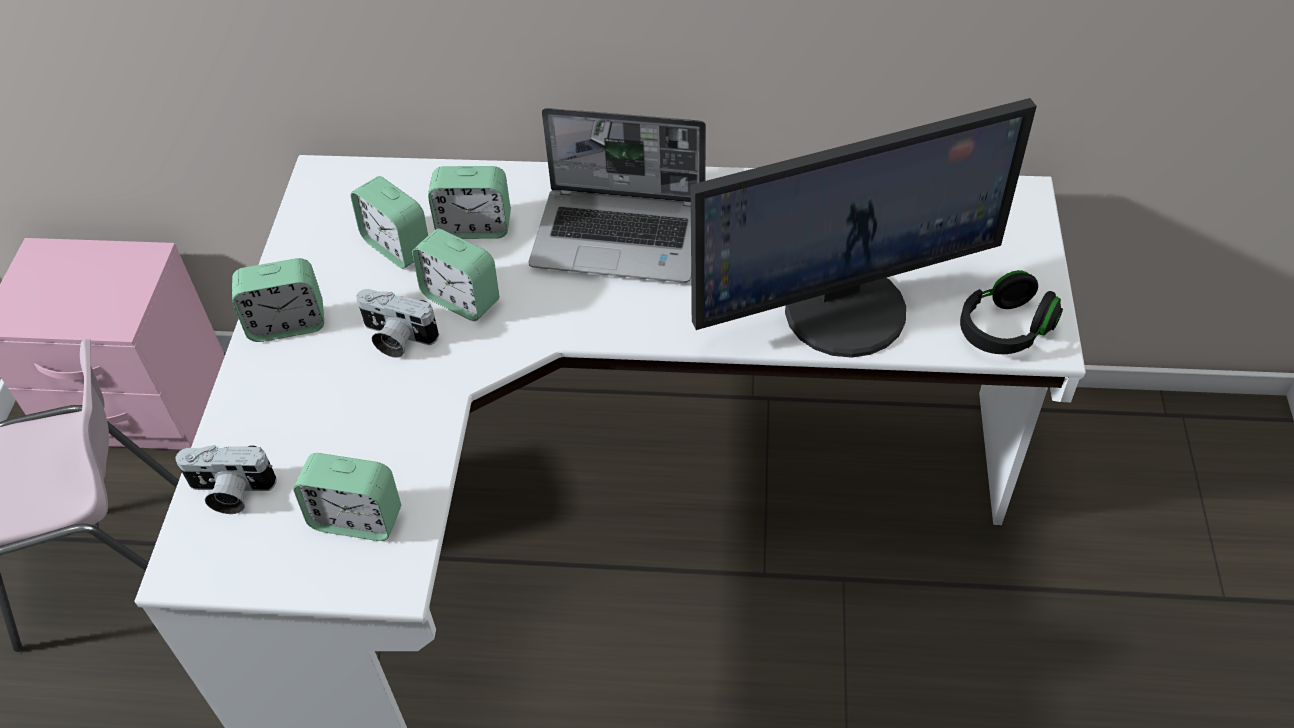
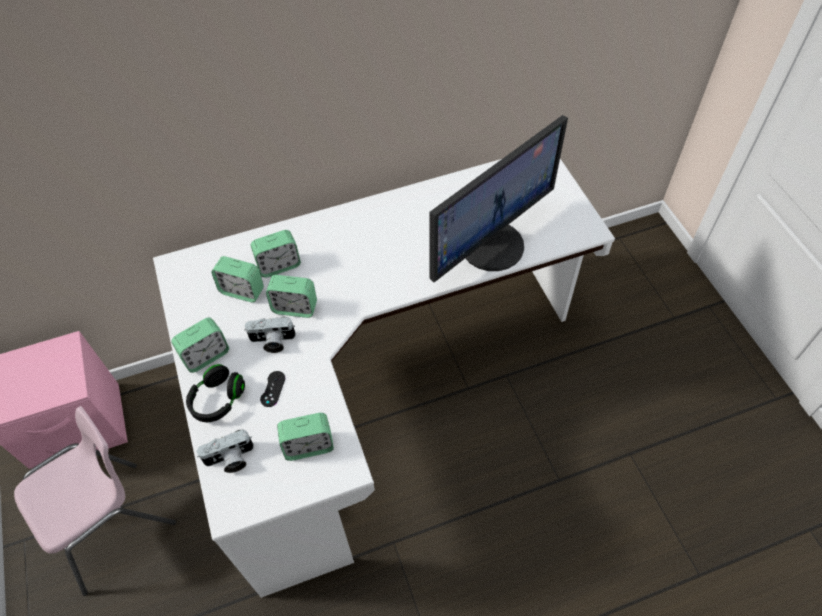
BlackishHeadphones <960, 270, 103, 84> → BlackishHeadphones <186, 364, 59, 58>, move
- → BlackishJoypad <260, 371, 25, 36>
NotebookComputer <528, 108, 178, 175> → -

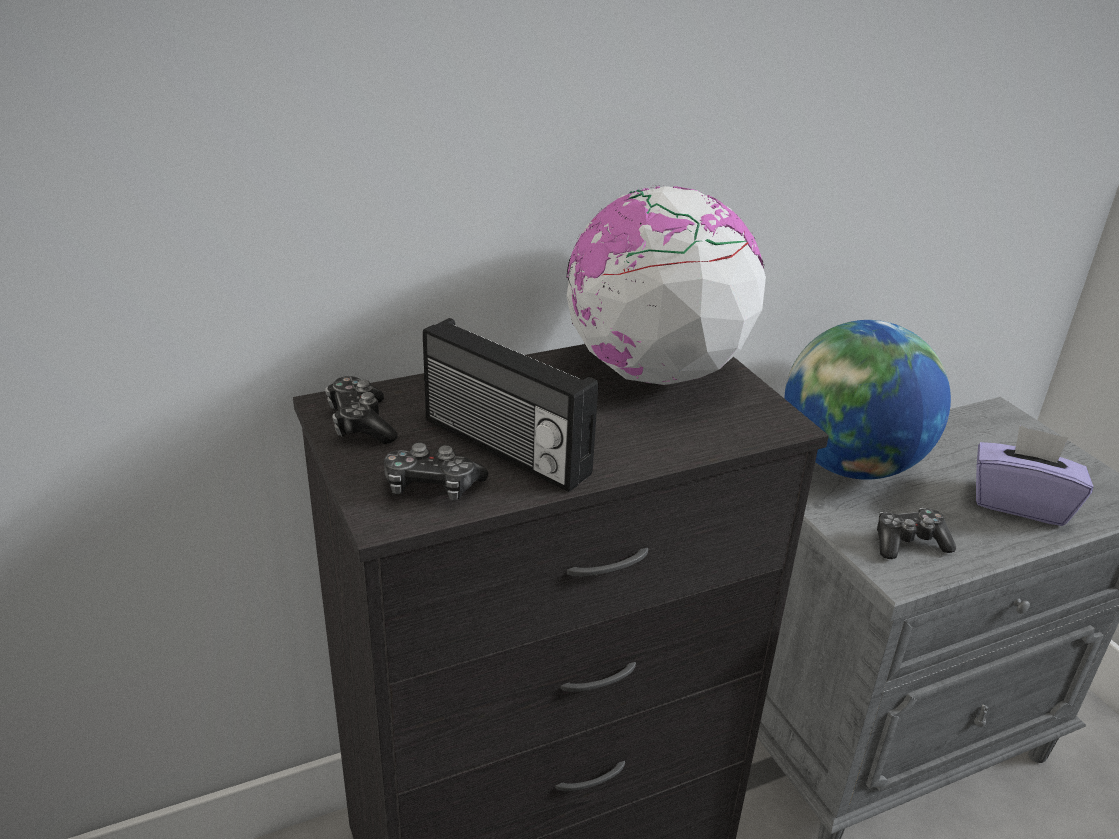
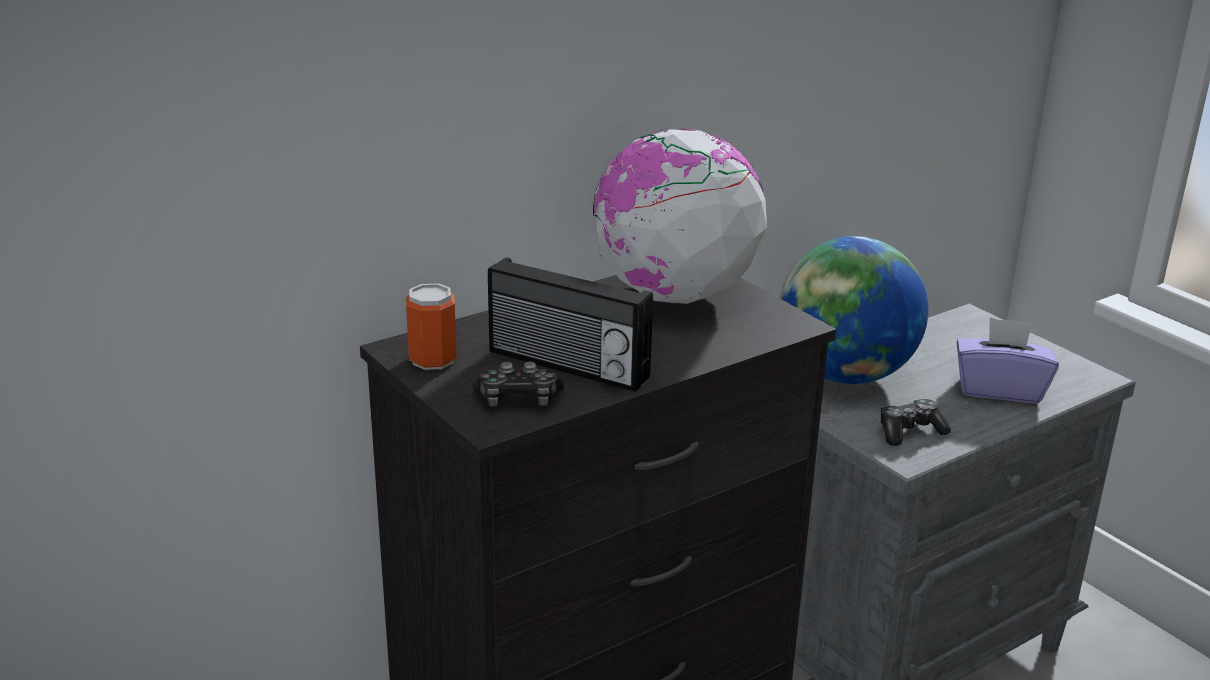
Joypad <325, 376, 73, 68> → SealedCan <406, 283, 51, 87>

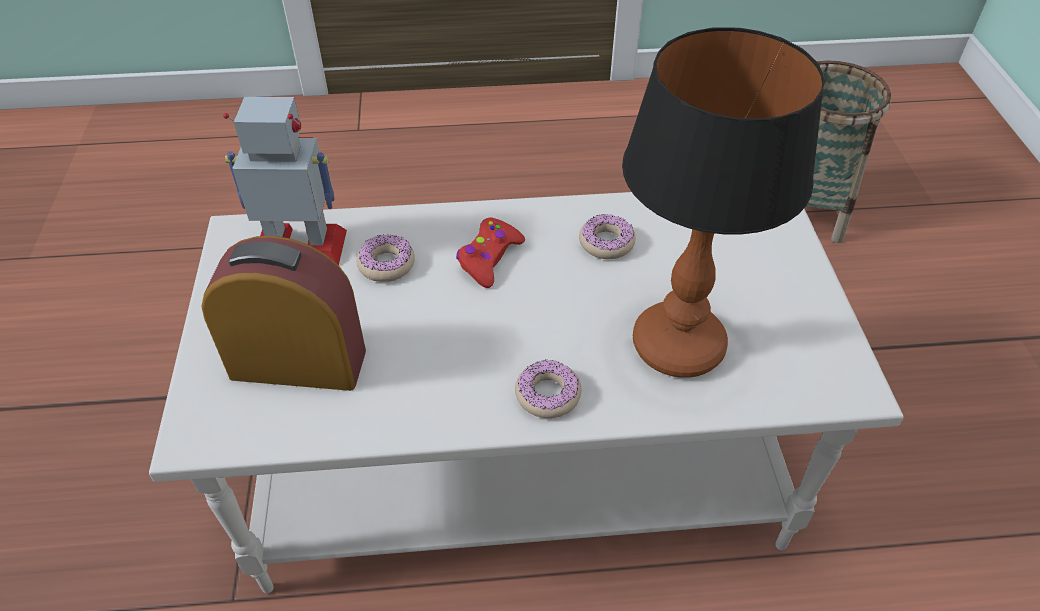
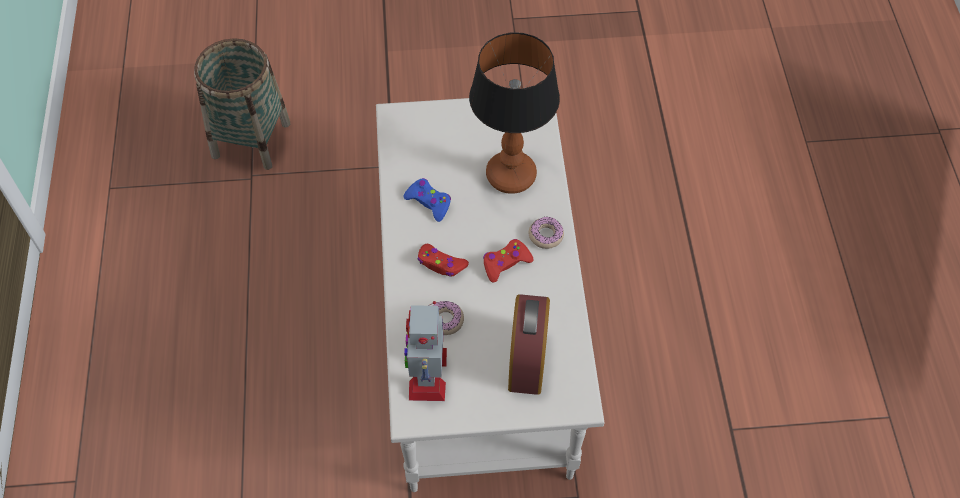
Doughnut <579, 214, 56, 45> → BlueJoypad <403, 178, 48, 44>
- → RedColouredJoypad <483, 239, 51, 44>

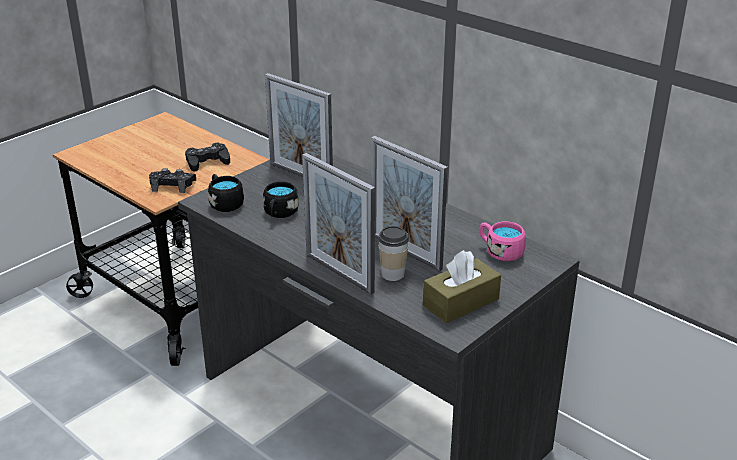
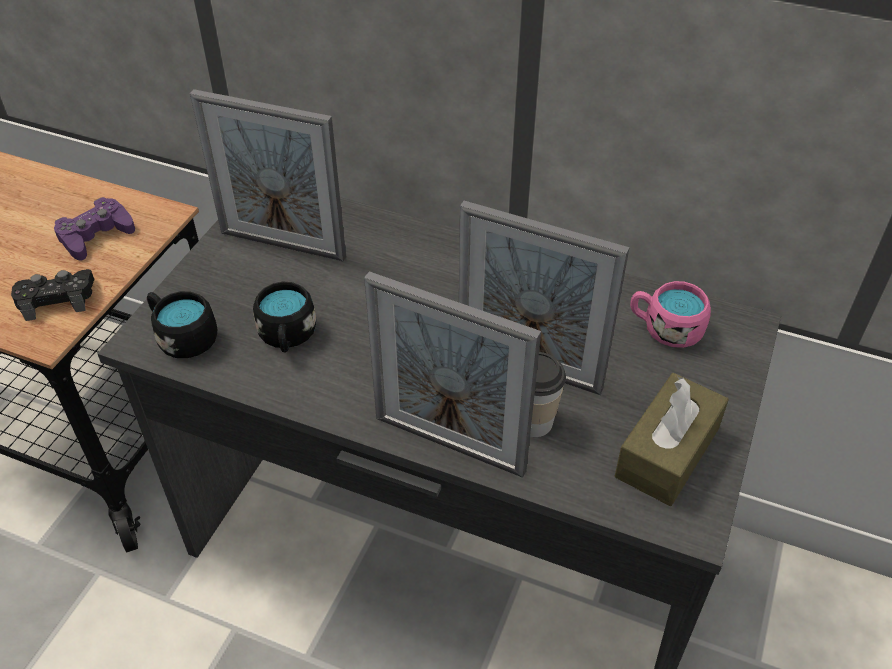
BlackishJoypad <185, 143, 45, 29> → PurpleJoypad <54, 197, 81, 64>

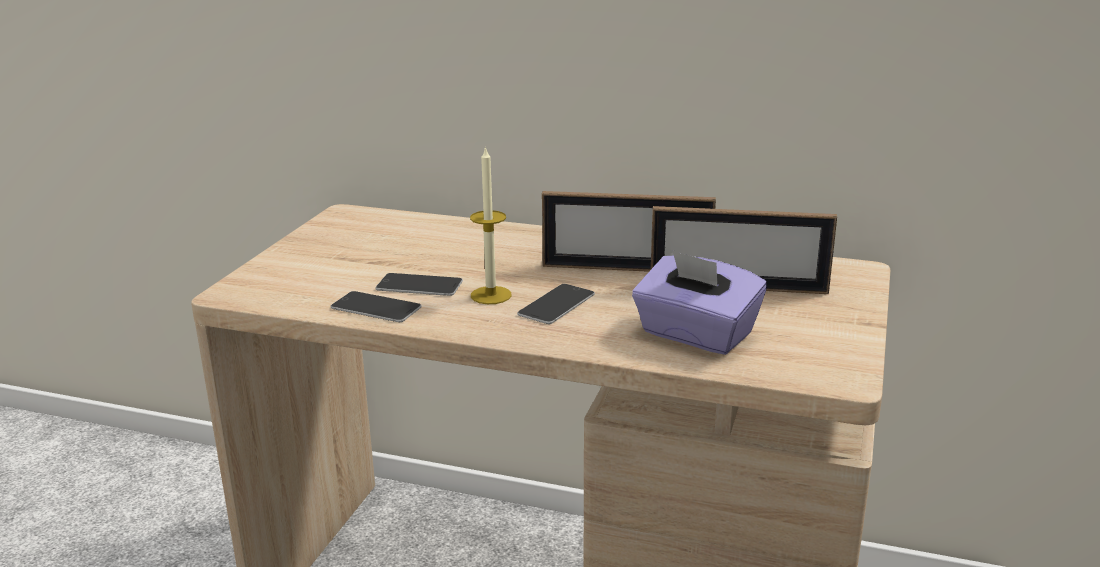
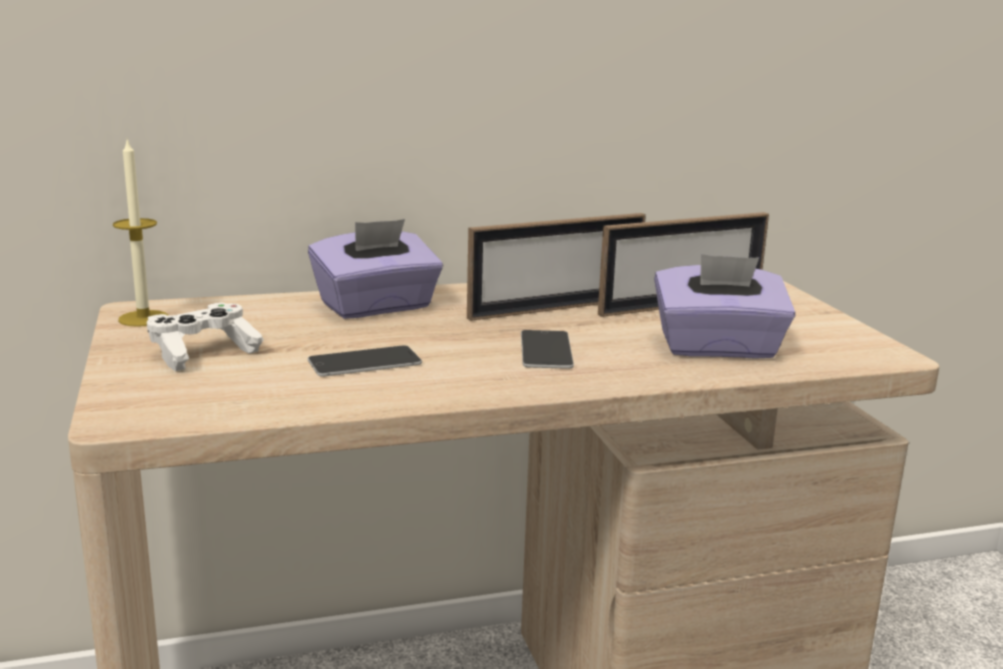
Candle <470, 146, 42, 158> → Candle <113, 139, 55, 188>, move
- → WhitishJoypad <147, 302, 117, 69>
- → PurpleTissueHolder <308, 219, 135, 100>
Phone <331, 291, 91, 31> → -

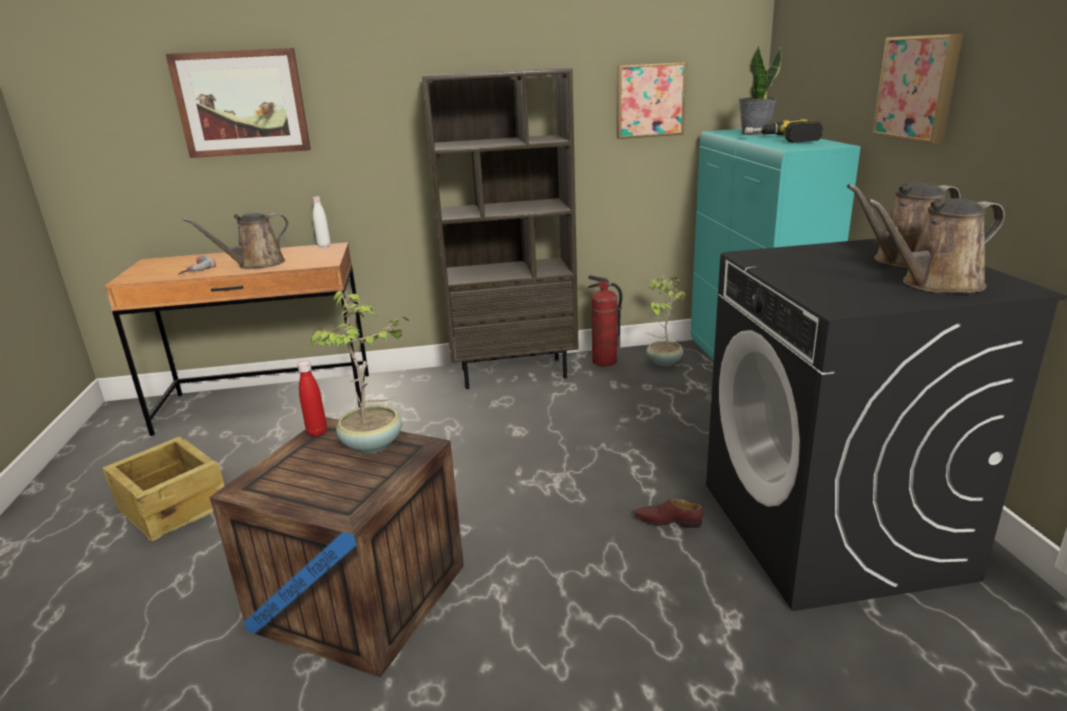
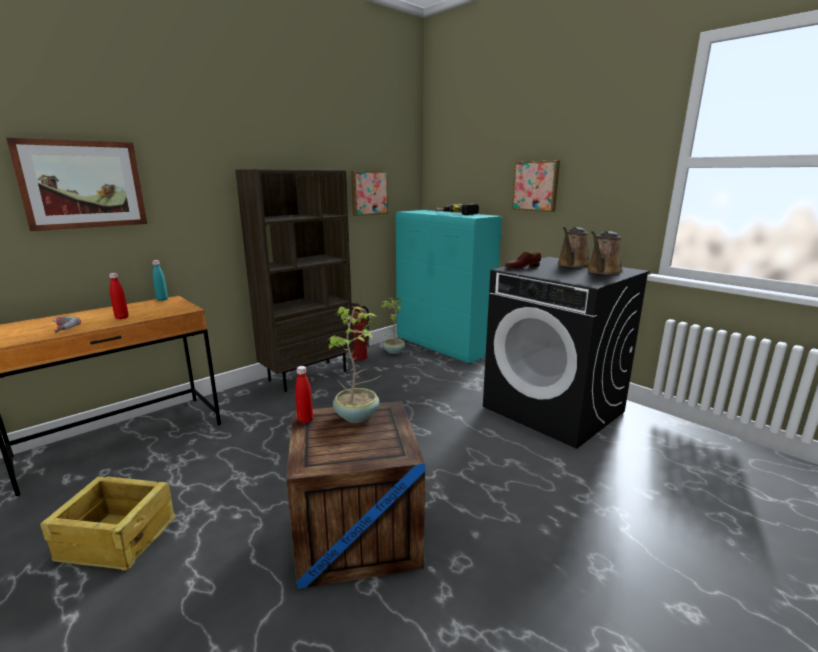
BrownishSprinklingCan <182, 213, 107, 56> → RedColouredBeverageBottle <109, 273, 20, 46>
WhitishBeverageBottle <312, 196, 19, 52> → TurquoiseBeverageBottle <152, 260, 16, 41>
BrownishShoe <634, 499, 69, 30> → BrownishShoe <505, 252, 36, 17>, move
PlantInAPot <739, 45, 42, 90> → -

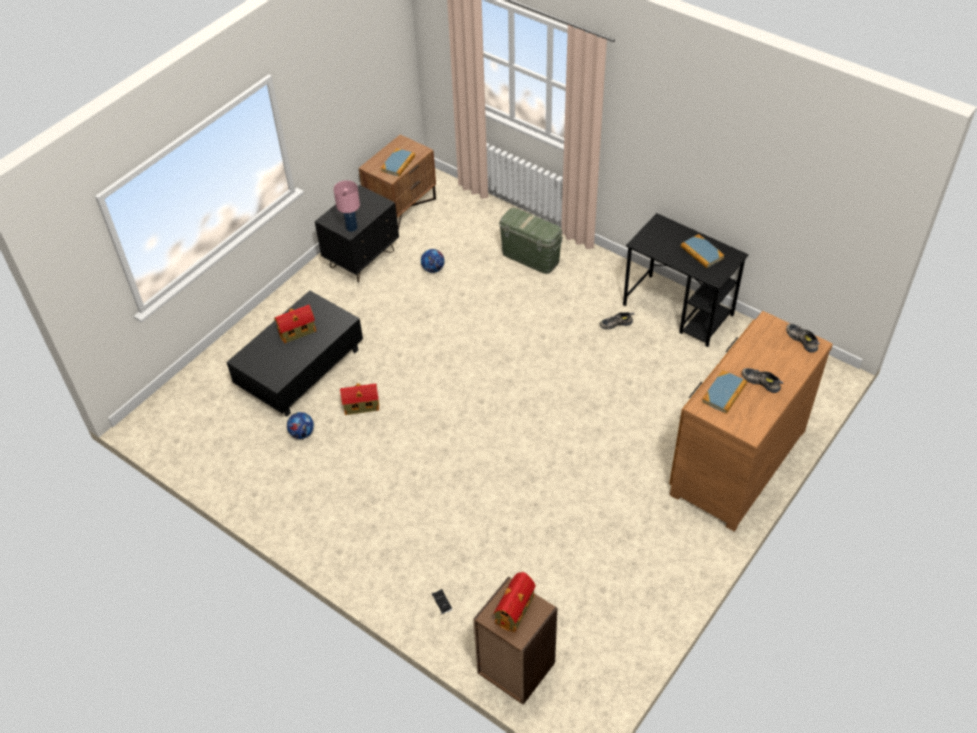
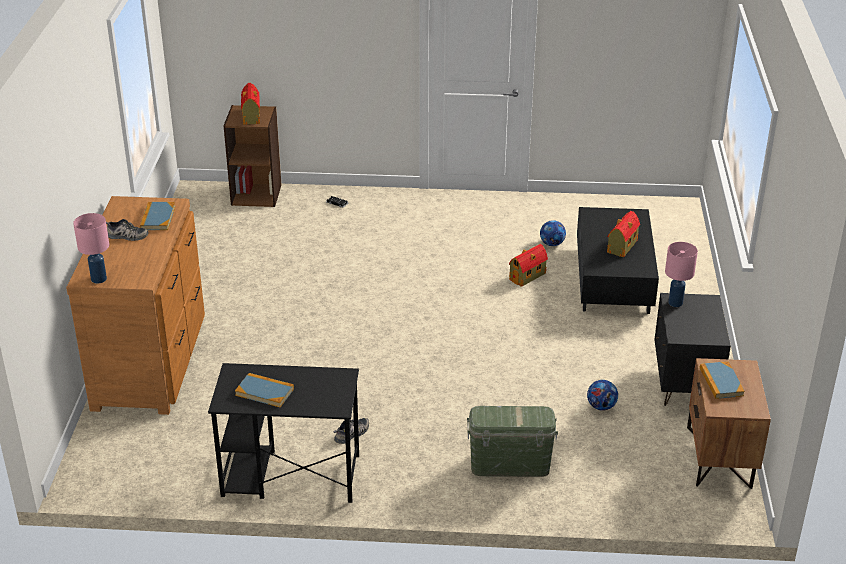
Shoe <786, 324, 34, 29> → PinkLampForATable <73, 213, 36, 71>

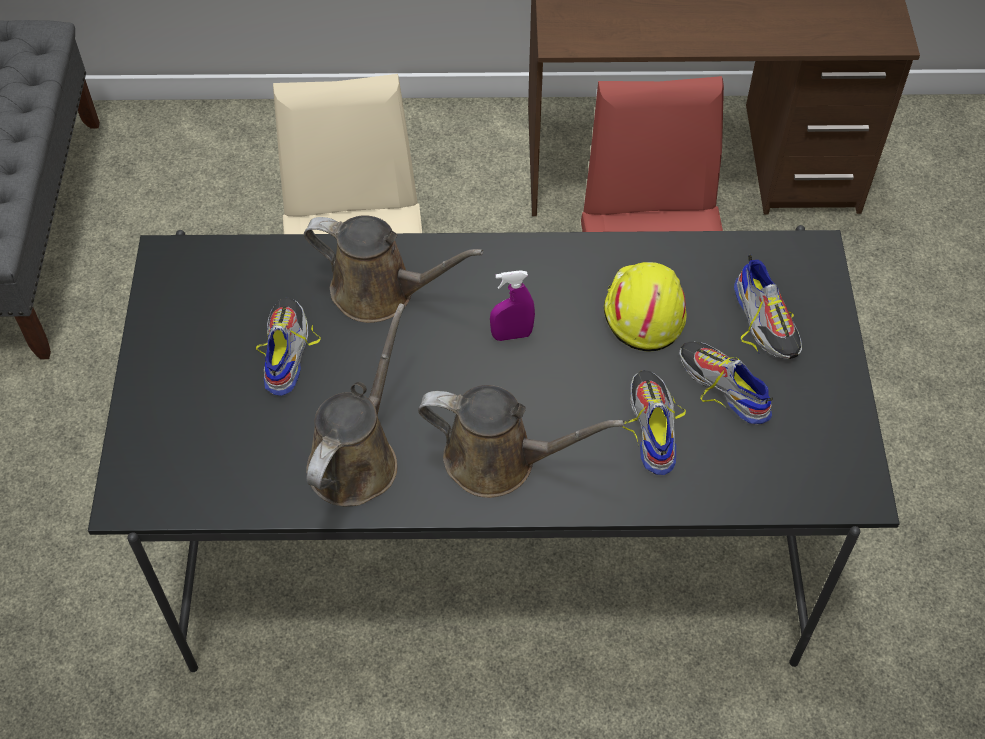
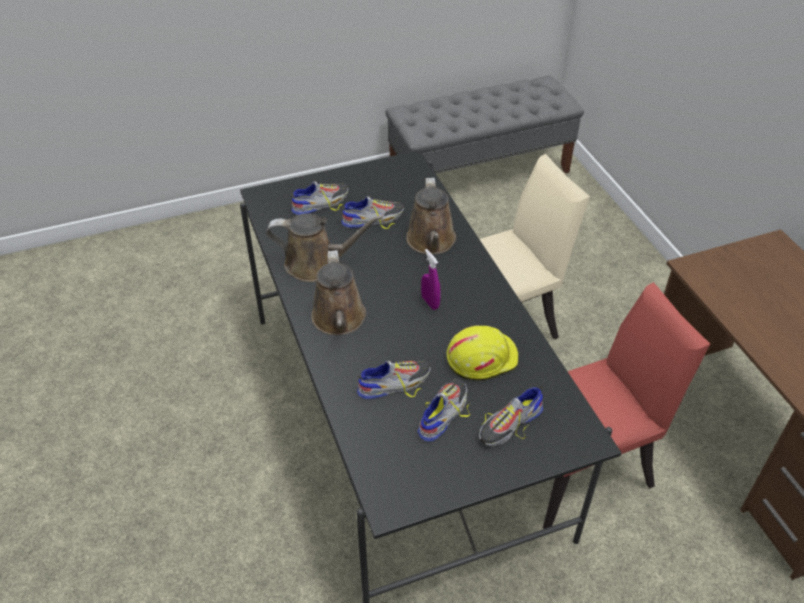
- → Shoe <291, 181, 57, 34>

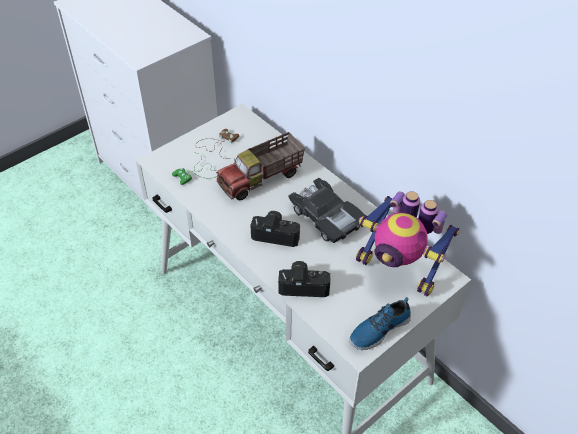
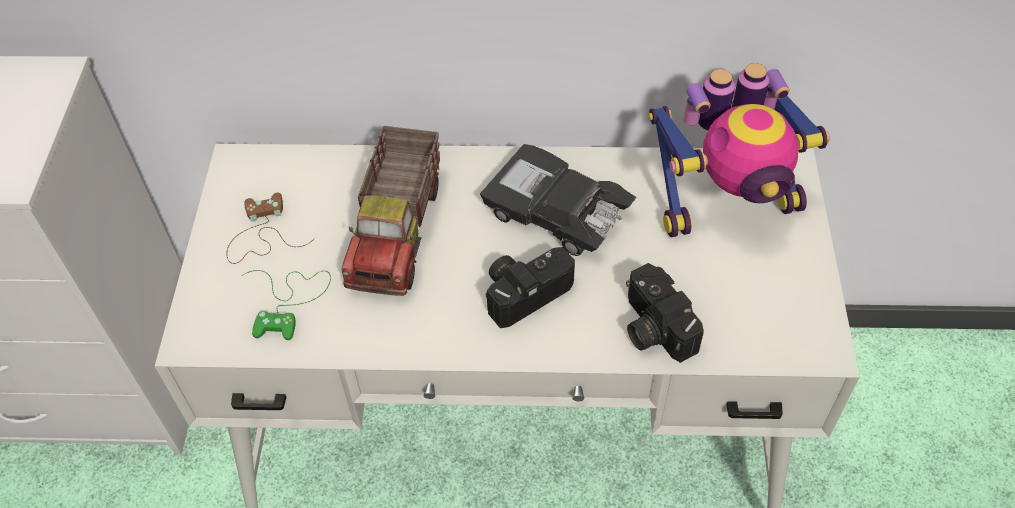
BlackishToyCar <288, 178, 77, 65> → BlackishToyCar <480, 144, 157, 112>, 150 degrees counterclockwise
PhotoCamera <278, 261, 53, 36> → PhotoCamera <626, 263, 78, 100>, 75 degrees counterclockwise
Shoe <349, 297, 62, 53> → -

